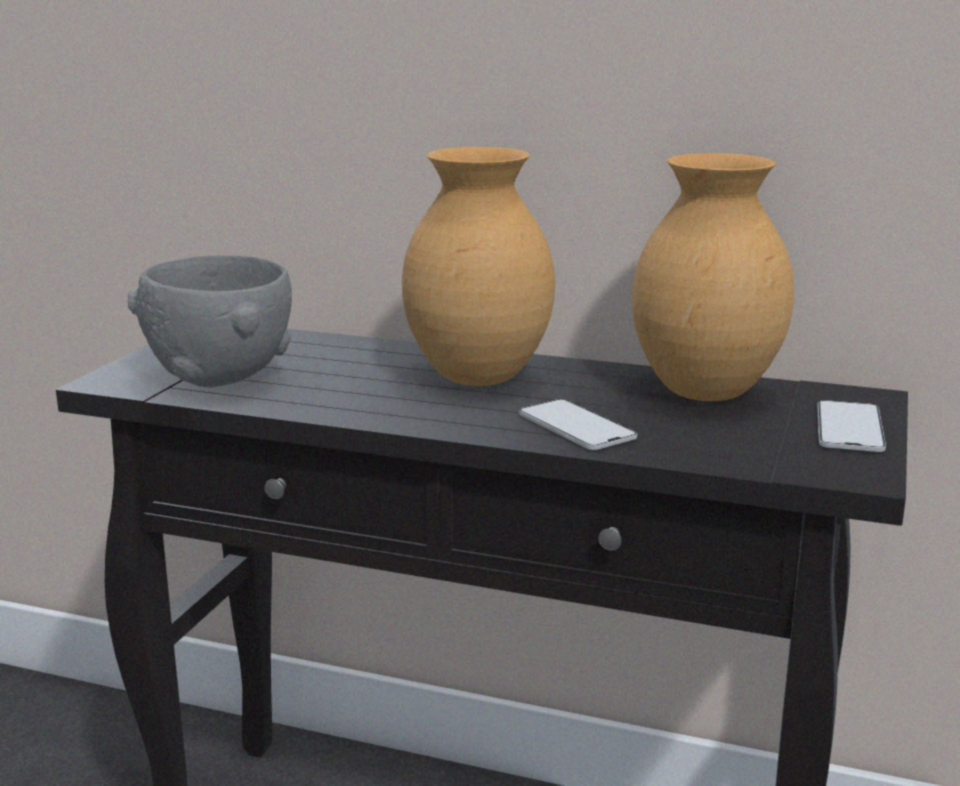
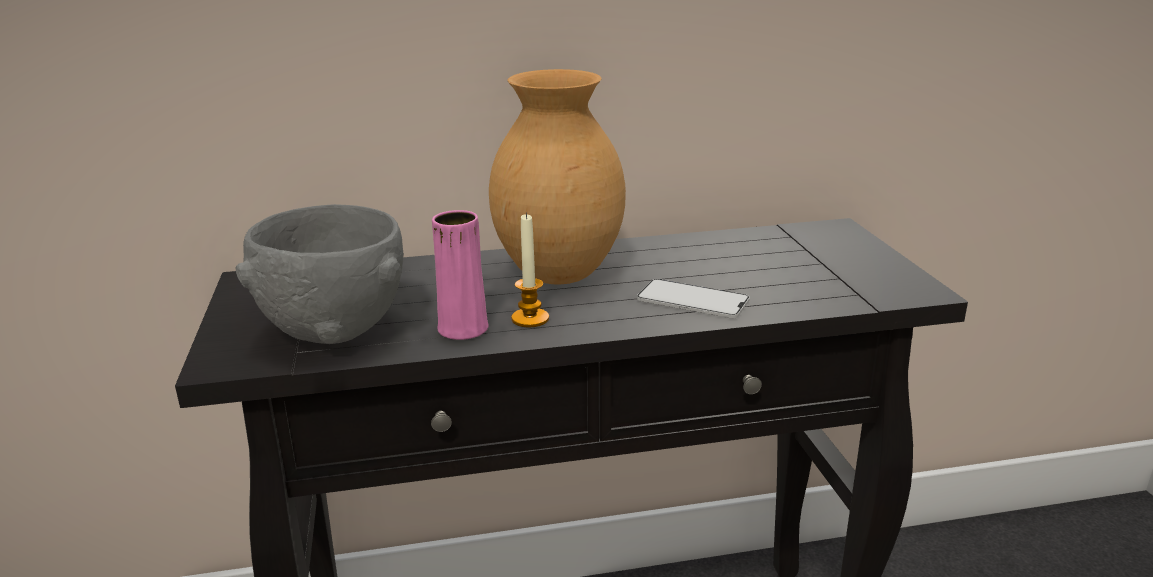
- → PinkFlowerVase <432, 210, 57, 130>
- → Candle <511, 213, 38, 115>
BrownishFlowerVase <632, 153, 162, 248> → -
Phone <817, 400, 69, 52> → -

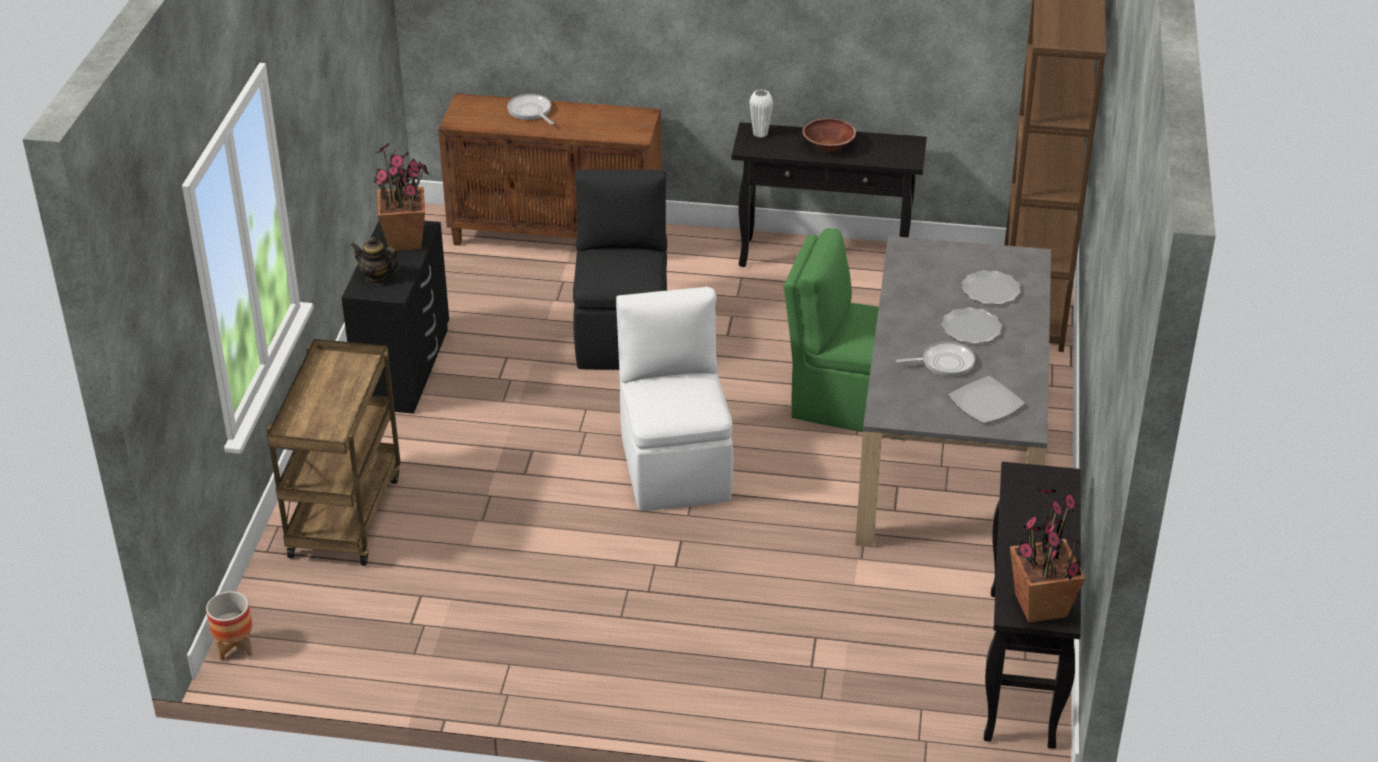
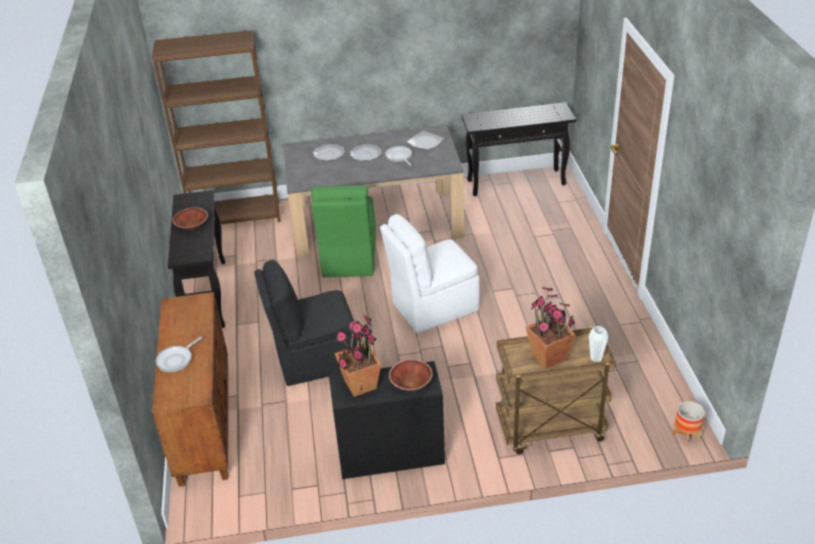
Teapot <351, 237, 49, 48> → BrownishBowl <389, 359, 44, 32>
PlantInAPot <1010, 489, 75, 134> → PlantInAPot <526, 287, 49, 82>, move
WhitishFlowerVase <749, 89, 24, 49> → WhitishFlowerVase <589, 326, 19, 36>, move

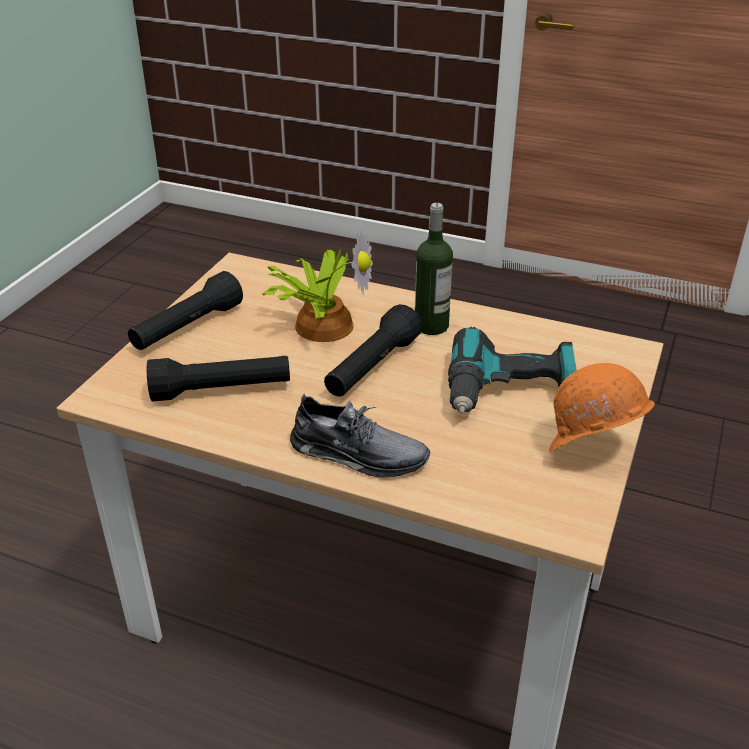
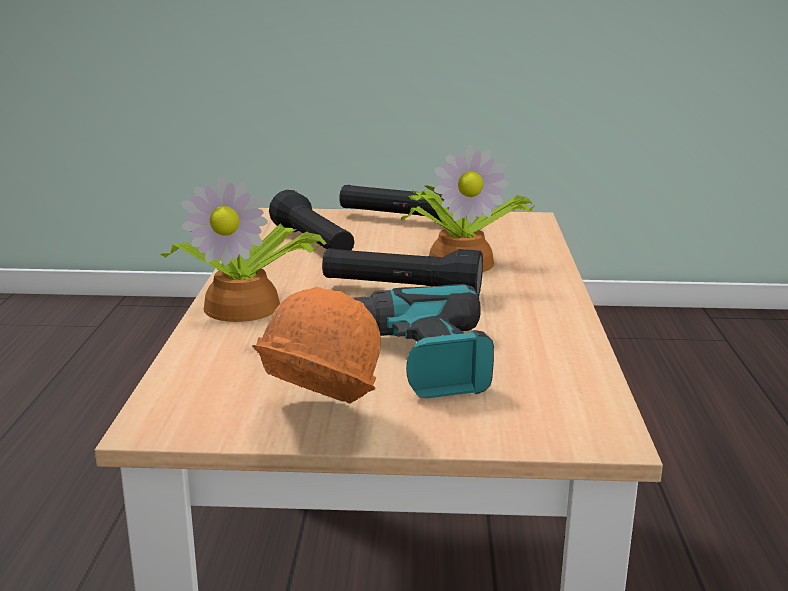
GreyishShoe <290, 394, 140, 84> → PlantInAPot <160, 176, 167, 146>
BeverageBottle <415, 203, 38, 132> → -

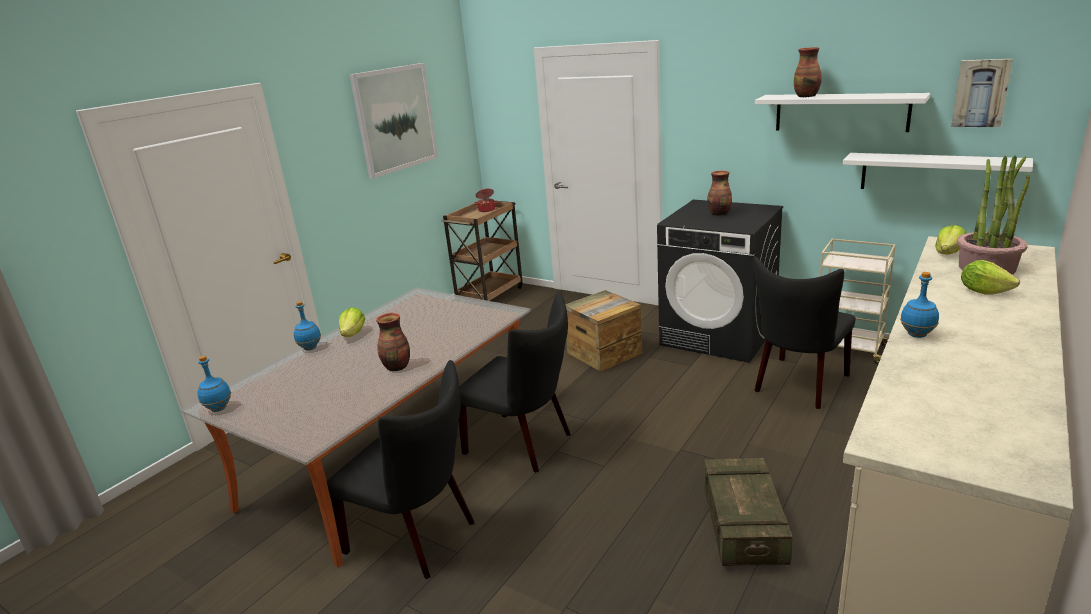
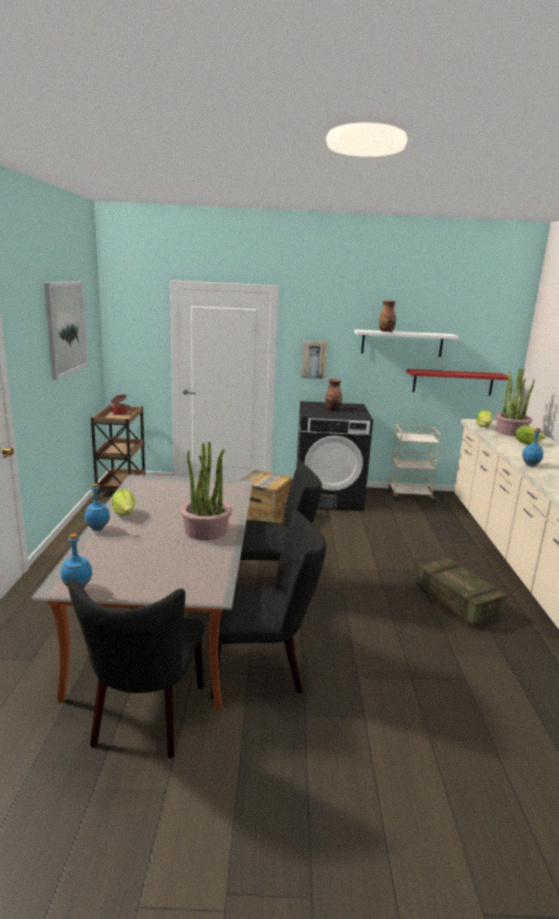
BlackishChair <753, 256, 103, 153> → BlackishChair <67, 577, 137, 182>, move
FlowerVase <376, 313, 34, 58> → PlantInAPot <180, 442, 52, 98>
WallArt <951, 59, 62, 68> → WallArt <301, 341, 27, 38>, move
WhitishShelf <842, 153, 191, 36> → RedColouredShelf <406, 369, 103, 27>

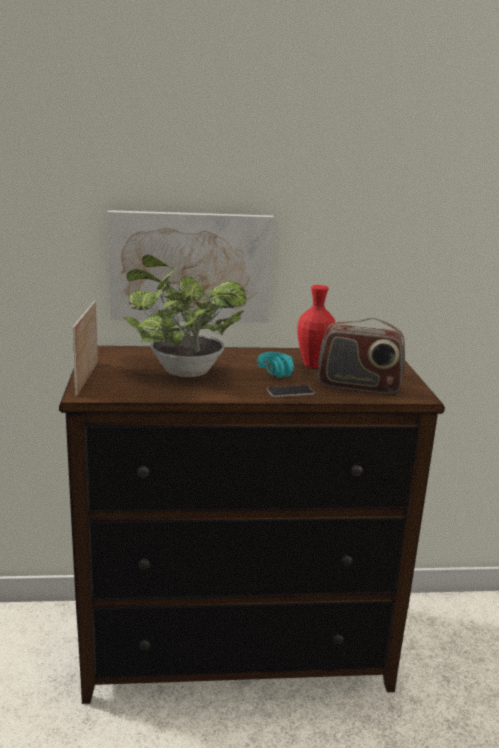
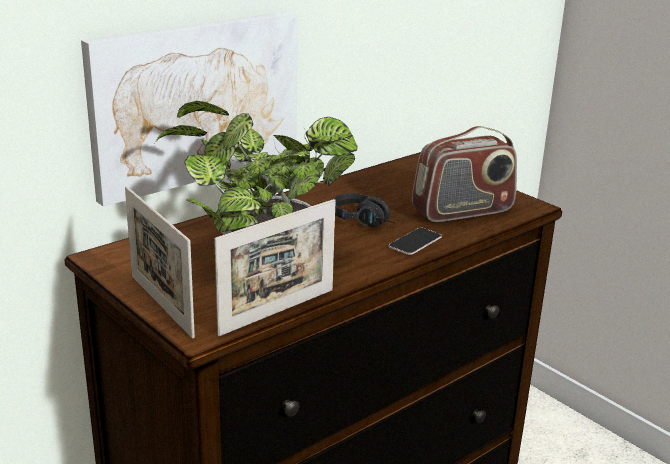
- → PhotoFrame <214, 199, 122, 137>
TurquoiseHeadphones <258, 352, 36, 26> → BlackishHeadphones <334, 193, 61, 34>
RedColouredFlowerVase <297, 285, 38, 83> → -

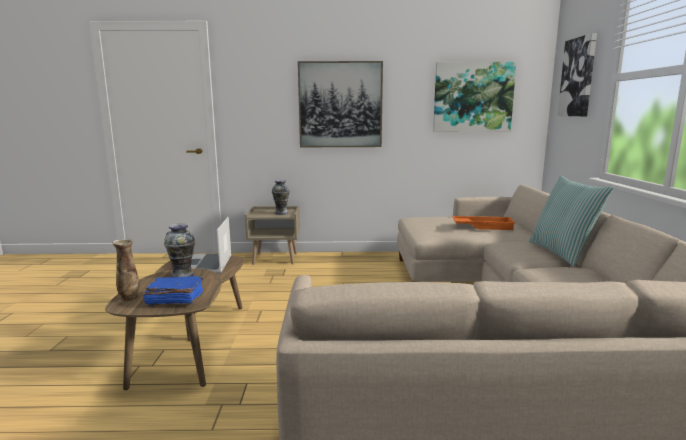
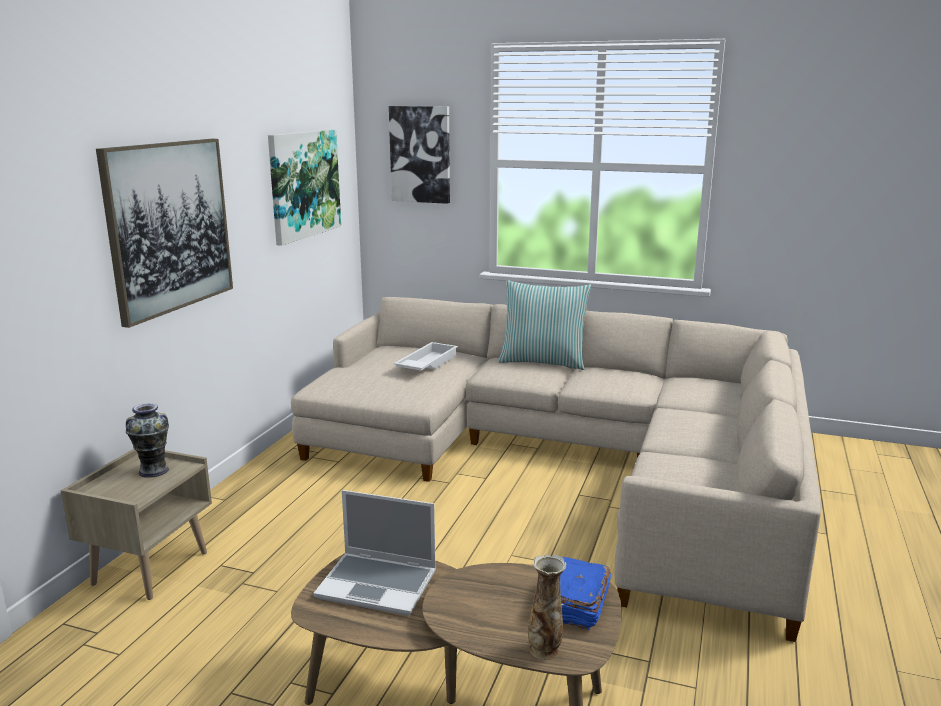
OrangeColouredCarryingTray <452, 216, 63, 14> → WhitishCarryingTray <394, 342, 64, 28>
FlowerVase <164, 224, 32, 53> → -

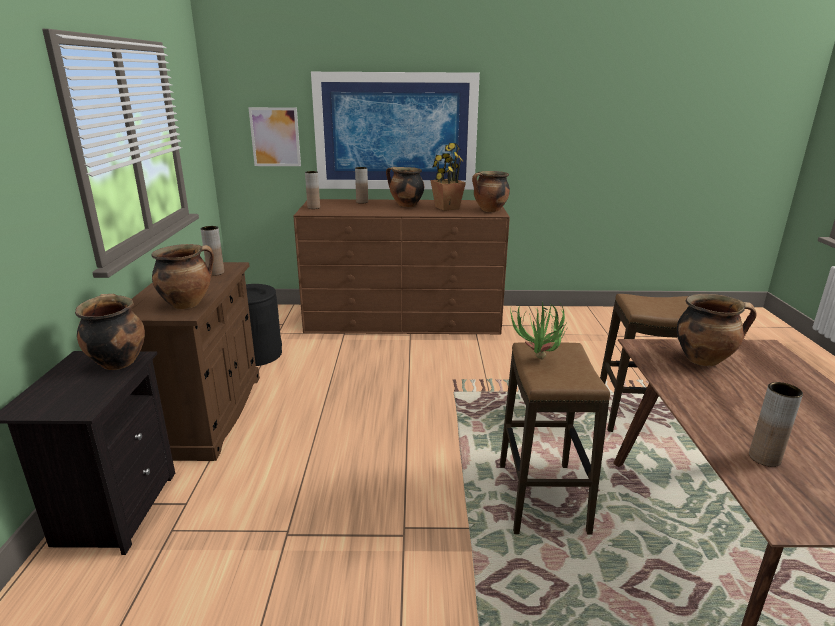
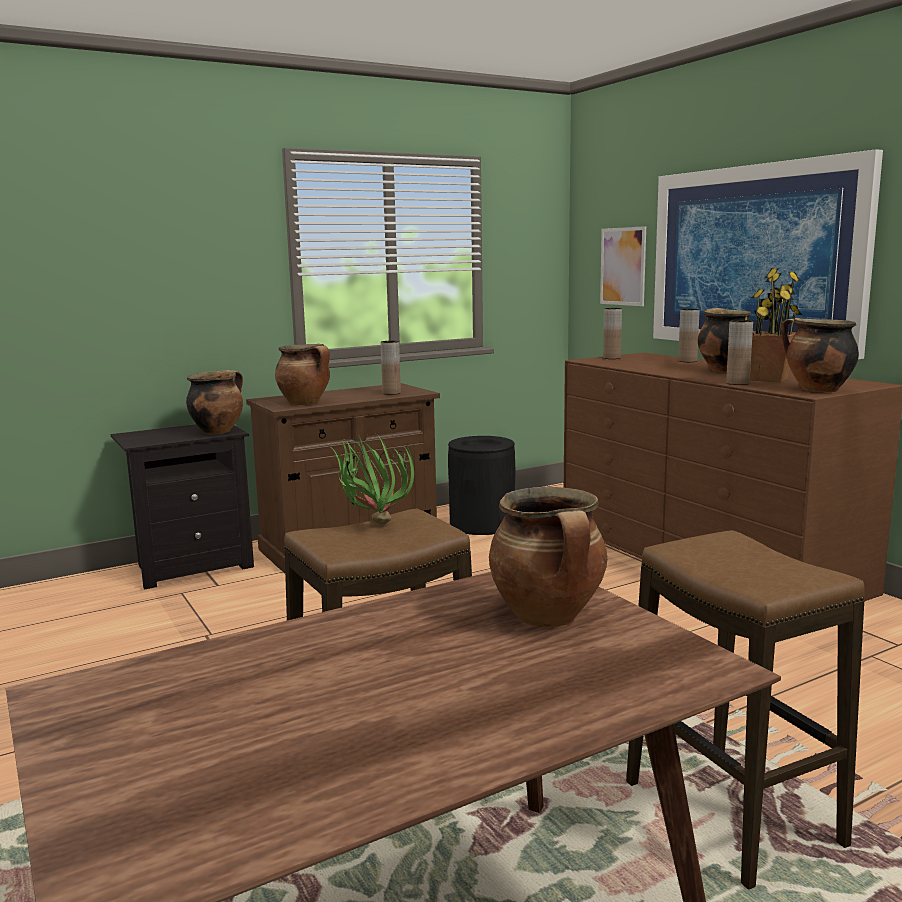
BrownishFlowerVase <749, 382, 54, 85> → BrownishFlowerVase <726, 320, 27, 65>, move

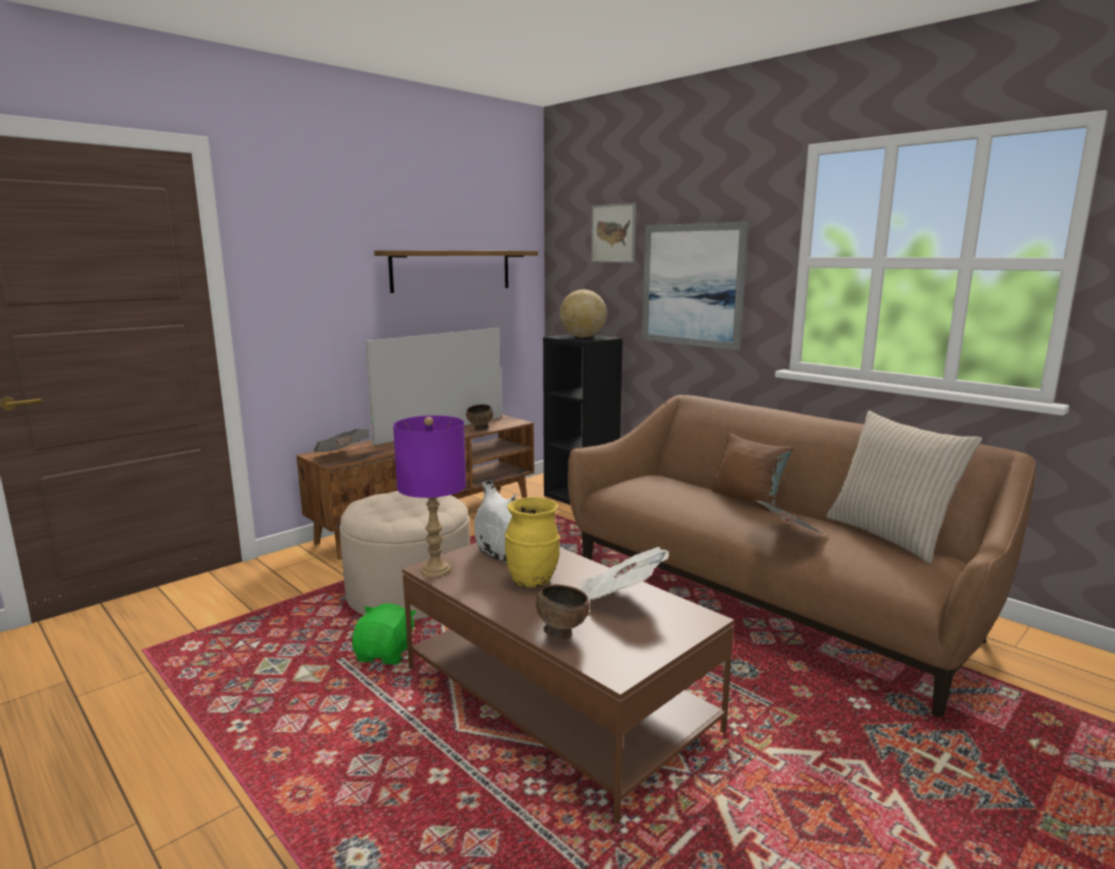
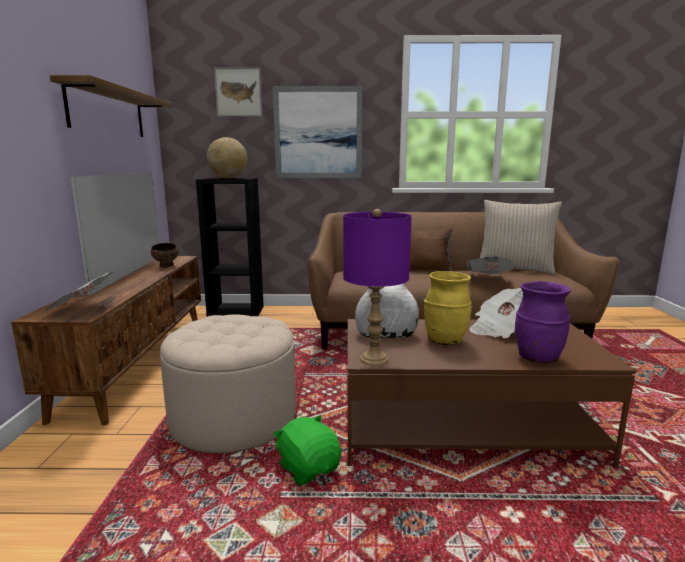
BrownishBowl <536, 584, 54, 55> → PurpleFlowerVase <515, 281, 56, 82>

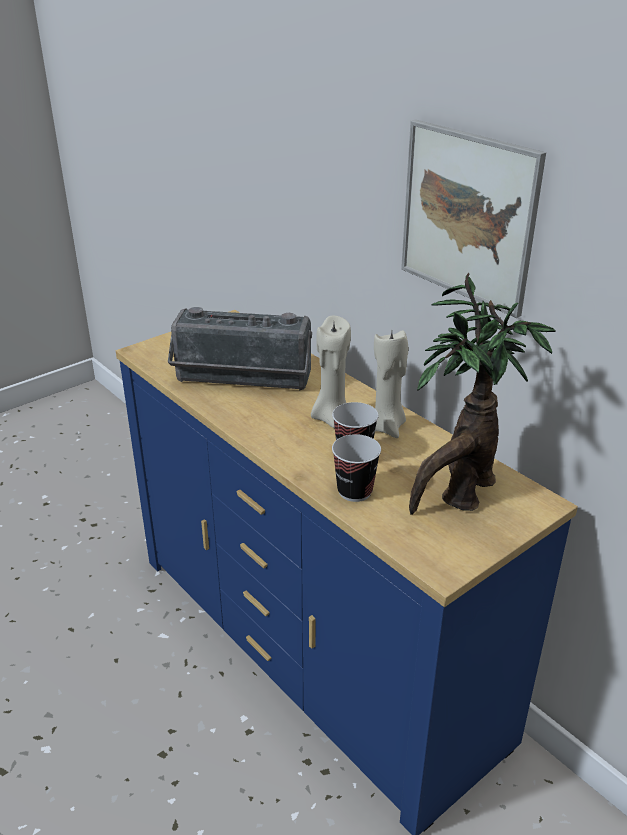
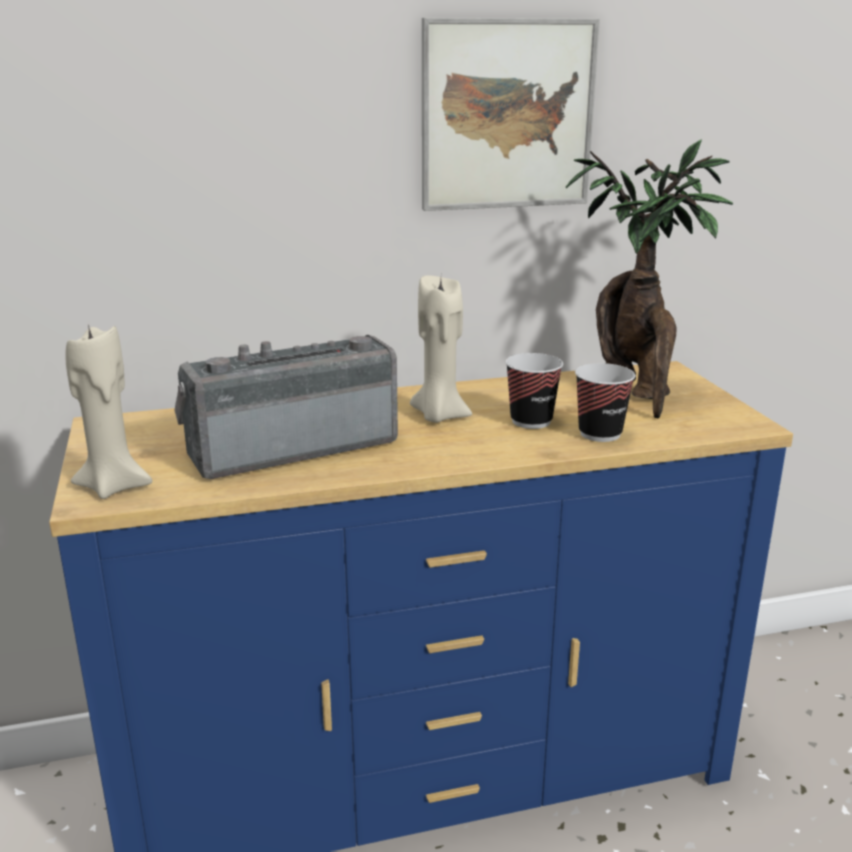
BeigeColouredCandle <374, 330, 34, 108> → BeigeColouredCandle <66, 324, 87, 175>, move
Radio <168, 307, 144, 84> → Radio <175, 335, 223, 144>, 150 degrees counterclockwise

